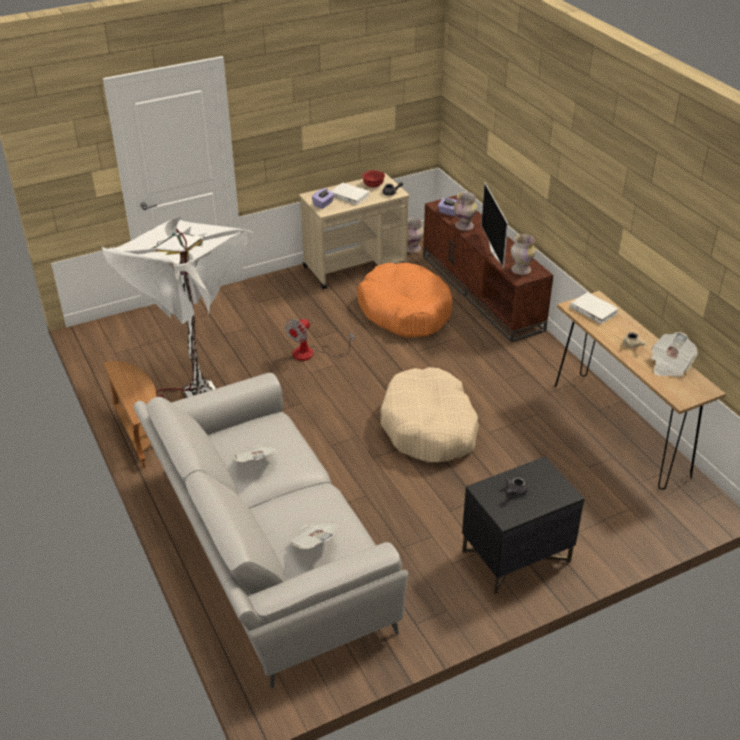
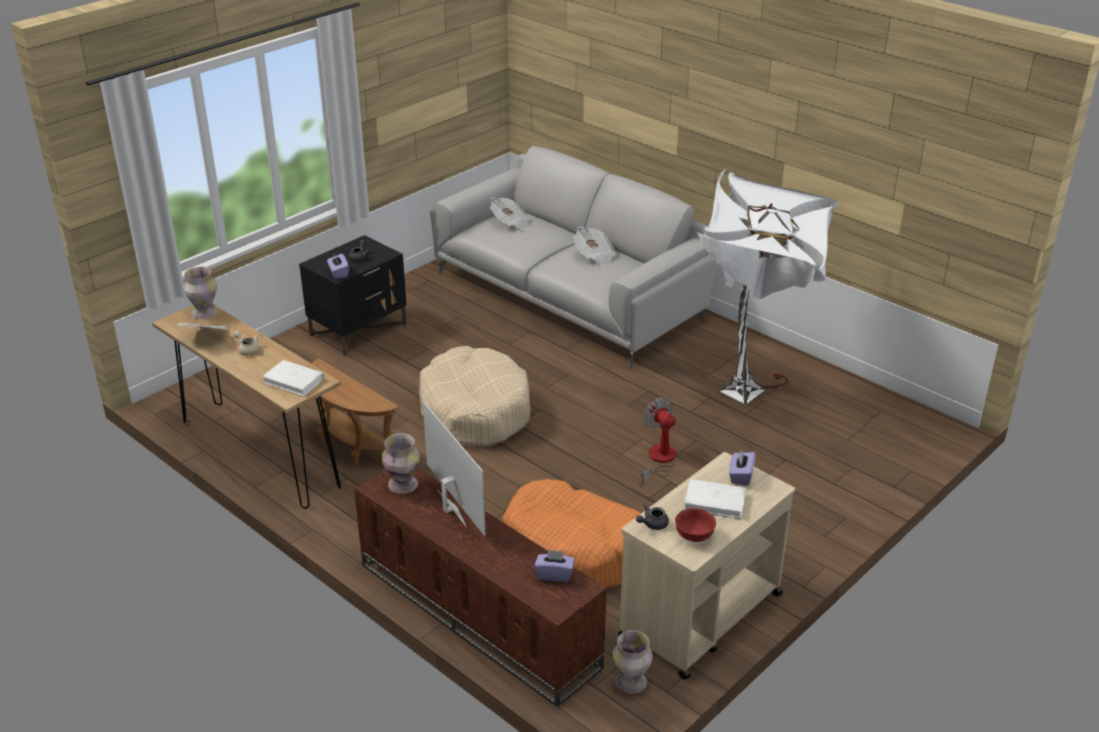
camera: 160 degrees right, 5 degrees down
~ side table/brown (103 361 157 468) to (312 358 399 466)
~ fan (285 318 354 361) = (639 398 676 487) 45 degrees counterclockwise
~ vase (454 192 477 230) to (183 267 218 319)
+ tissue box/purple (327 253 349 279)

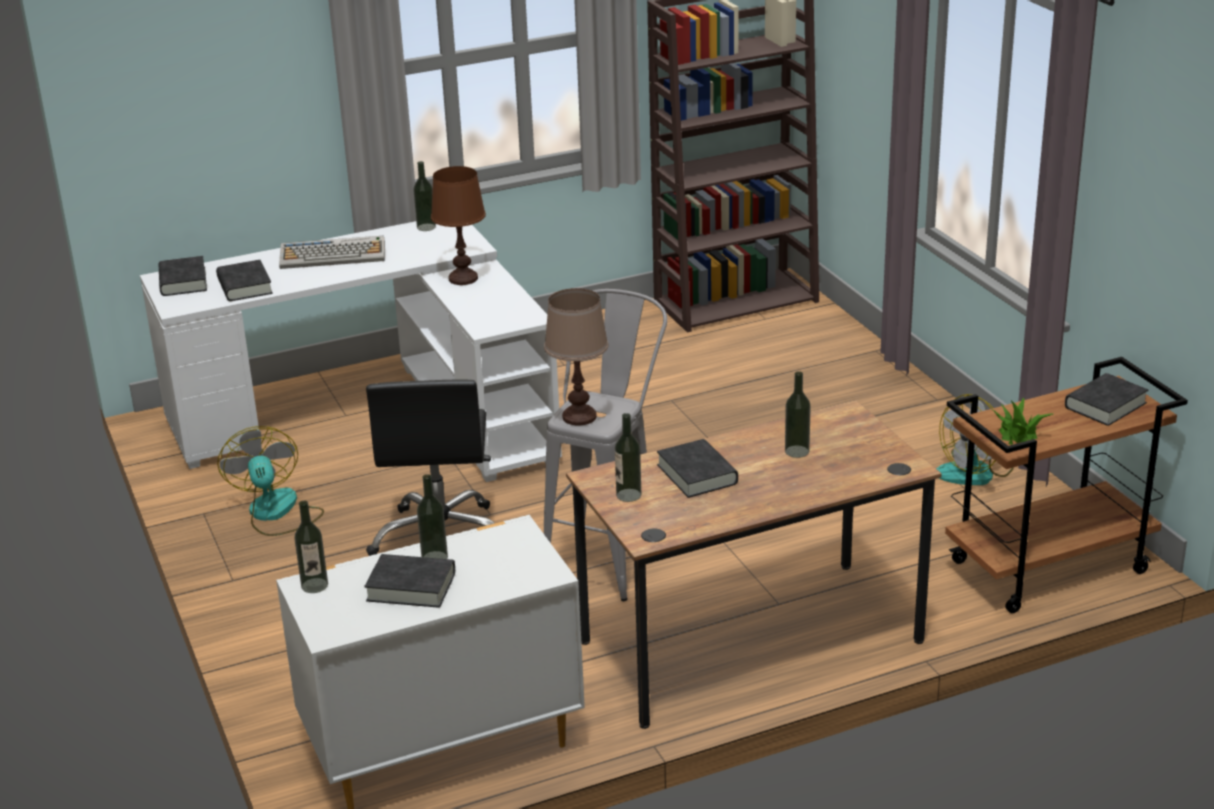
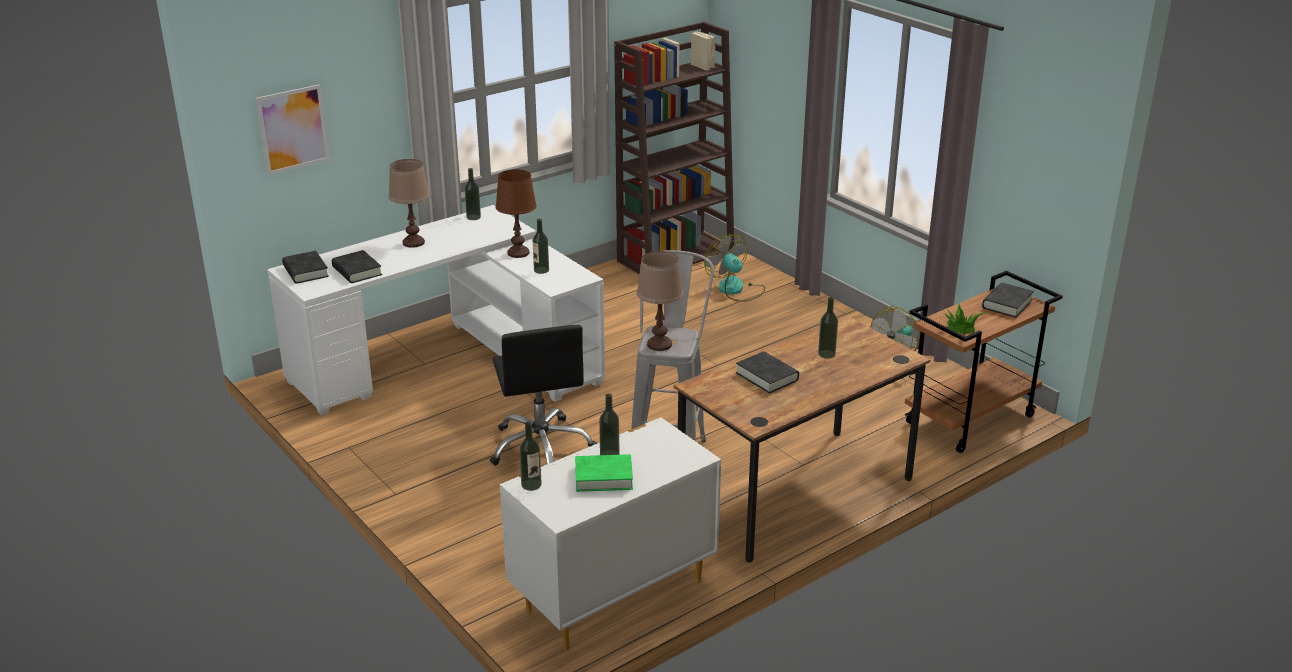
camera: 15 degrees left, 0 degrees up
~ fan (217 426 324 536) to (704 235 765 302)
~ keyboard (279 236 385 269) to table lamp/brown (389 159 430 248)
~ book/black (364 554 455 608) to book/green (575 454 633 492)
~ bottle (615 413 641 502) to (533 219 549 274)
+ picture (256 84 330 175)

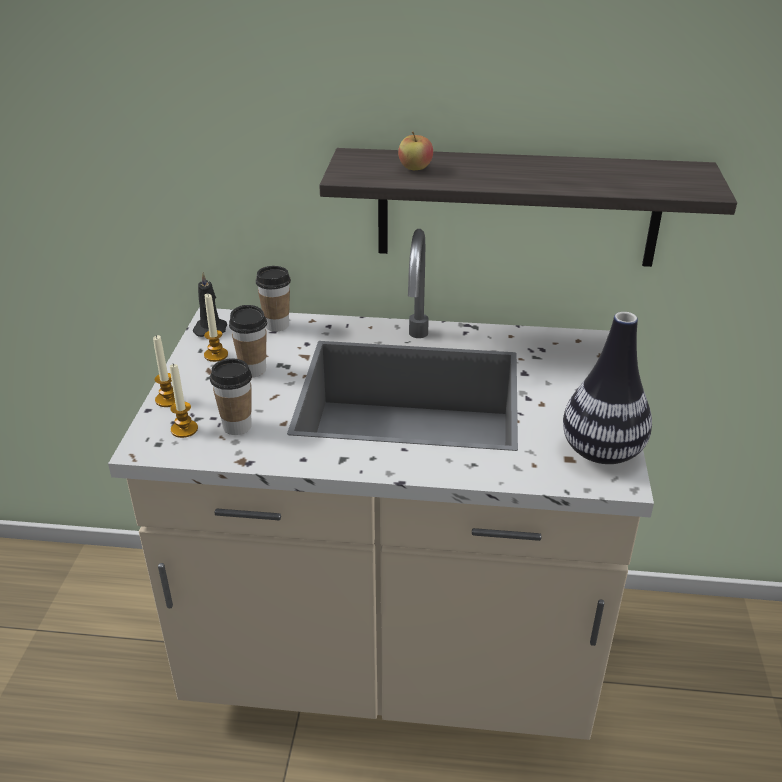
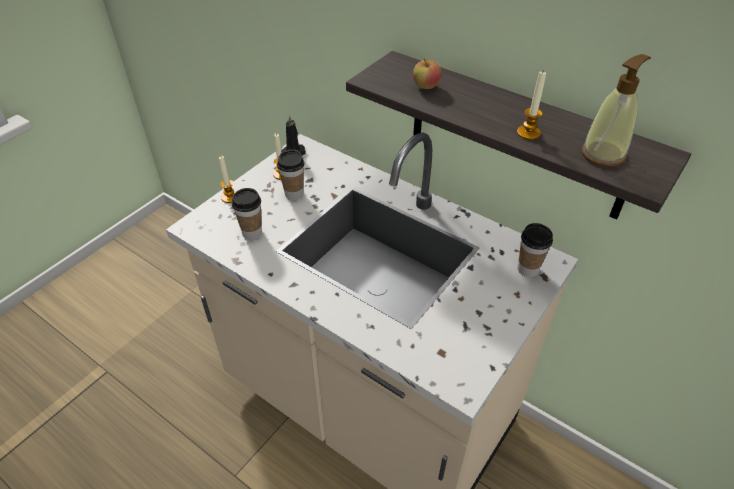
camera: 30 degrees right, 10 degrees up
~ candle (170 364 198 438) to (517 72 546 140)
~ cup (256 266 291 332) to (518 223 553 277)
- vase (563 312 652 464)
+ soap dispenser (582 54 651 167)

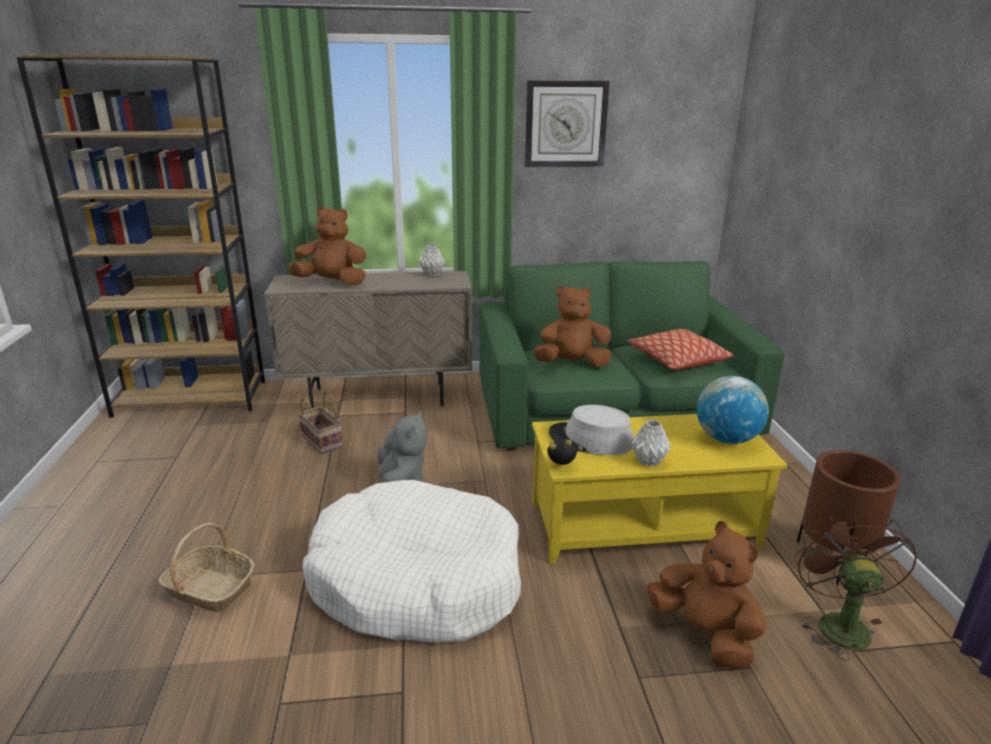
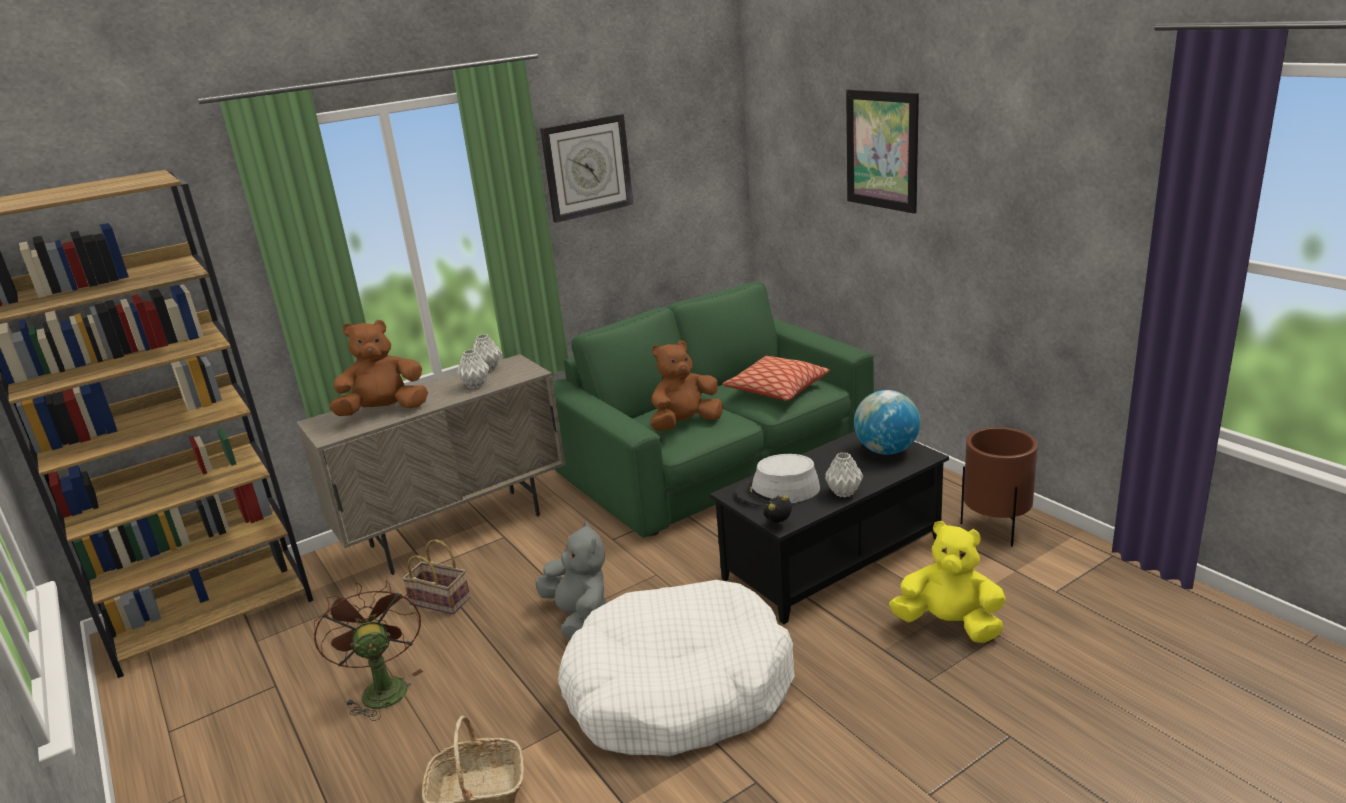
camera: 25 degrees left, 0 degrees up
~ coffee table/yellow (532 414 788 564) to coffee table/black (710 431 949 624)
~ plush toy/brown (647 521 765 668) to plush toy/yellow (889 521 1006 643)
~ fan/brown (794 511 918 661) to (314 580 423 721)
+ vase/grey (456 350 489 389)
+ picture (846 89 919 214)

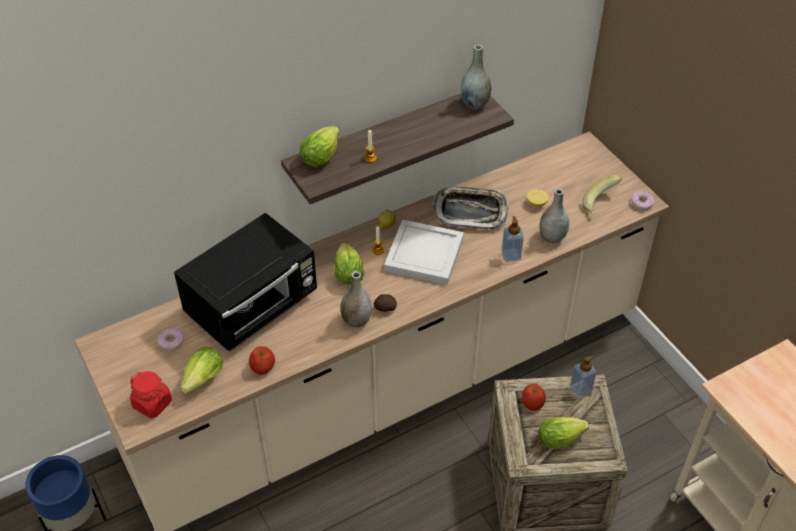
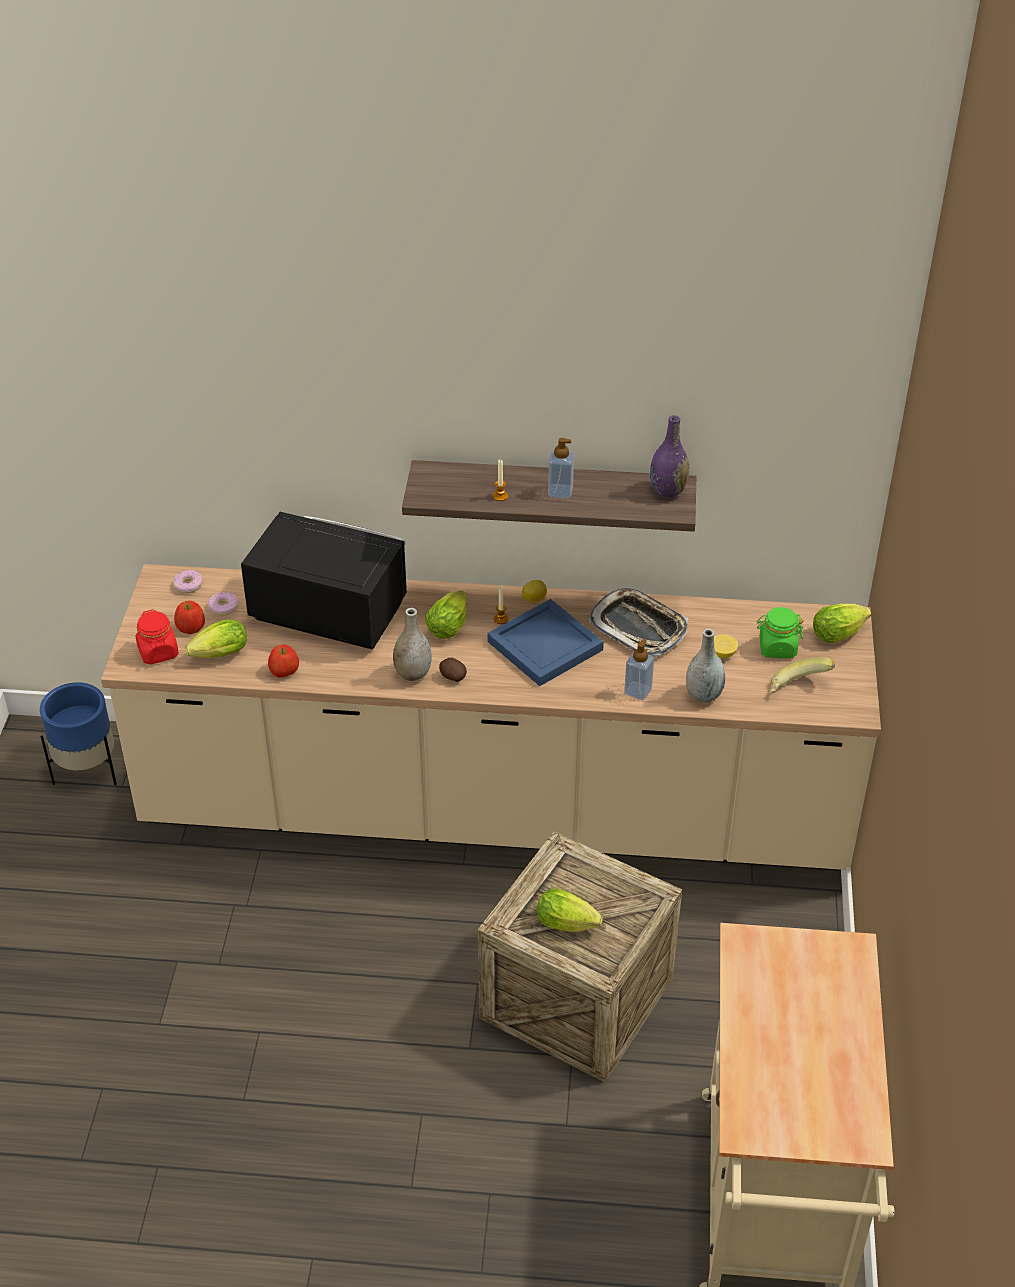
camera: 35 degrees right, 5 degrees down
~ microwave/black (174 213 317 352) = (241 512 407 650) 150 degrees counterclockwise
~ lettuce (300 126 339 167) to (813 604 871 643)
~ tray/white (384 220 464 285) to tray/blue (487 599 604 686)
~ vase/grey (461 45 491 110) to vase/purple (650 415 689 498)
~ apple (522 384 546 411) to (174 601 205 634)
~ soap dispenser (570 356 597 397) to (548 438 574 499)
~ donut (631 191 655 210) to (173 570 203 593)
+ jar/green (757 607 803 658)

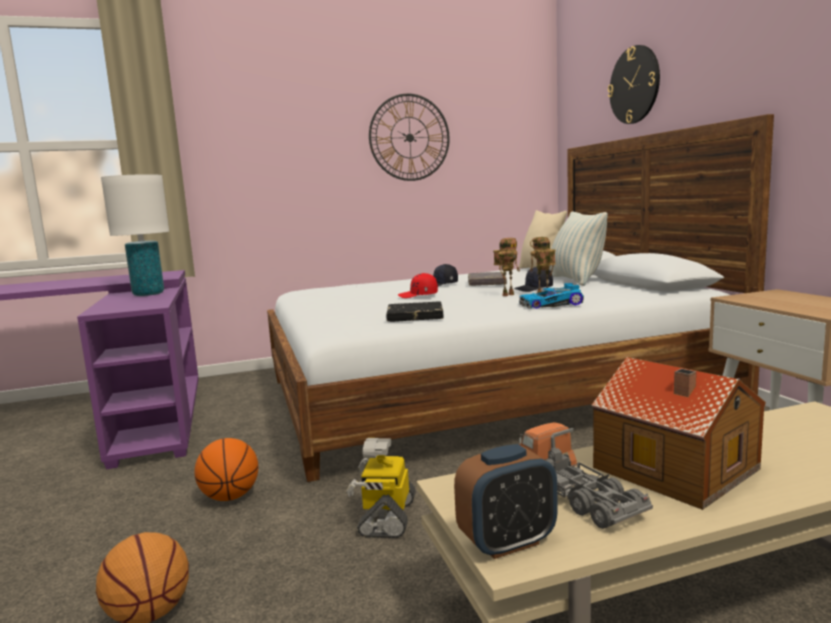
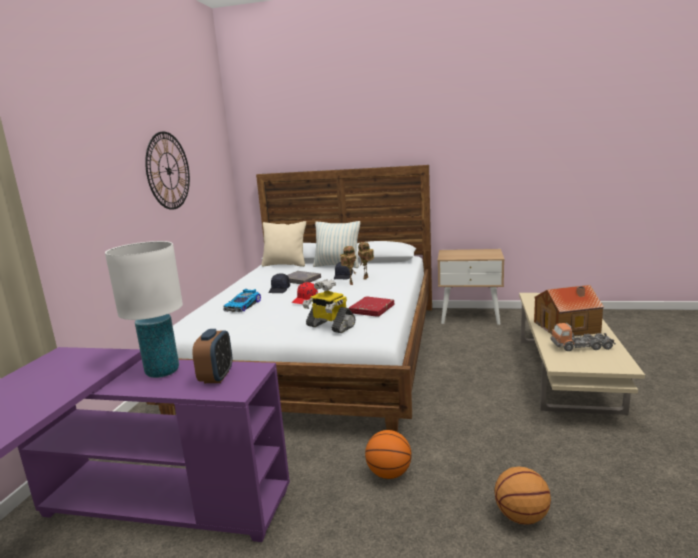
camera: 60 degrees left, 5 degrees up
~ toy robot (346 438 416 538) to (303 279 356 333)
~ book/black (386 302 444 322) to book/red (349 296 394 317)
~ alarm clock (454 444 558 559) to (192 329 232 383)
~ toy car (519 283 584 309) to (223 289 261 312)
- wall clock (608 45 660 124)

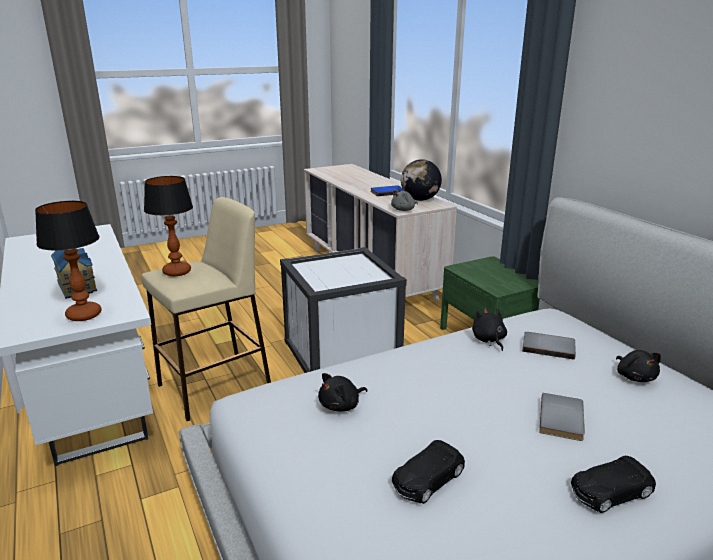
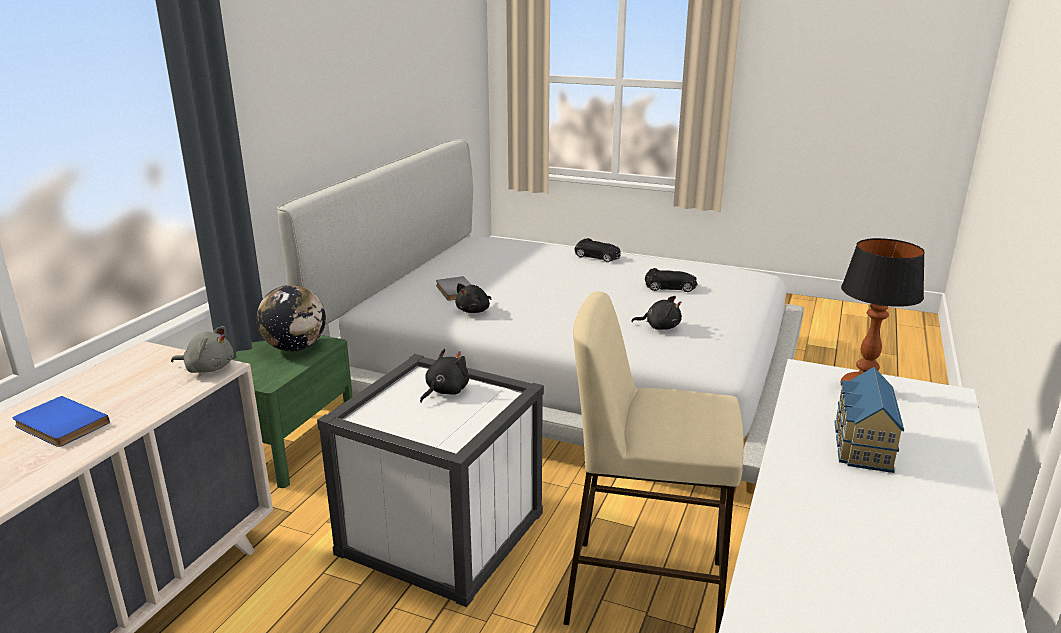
camera: 130 degrees left, 0 degrees up
- table lamp (144 176 193 276)
~ globe (401 159 442 201) to (256 285 326 351)
- book/grey (540 393 585 441)
~ plush toy/black (616 350 661 382) to (420 349 469 403)

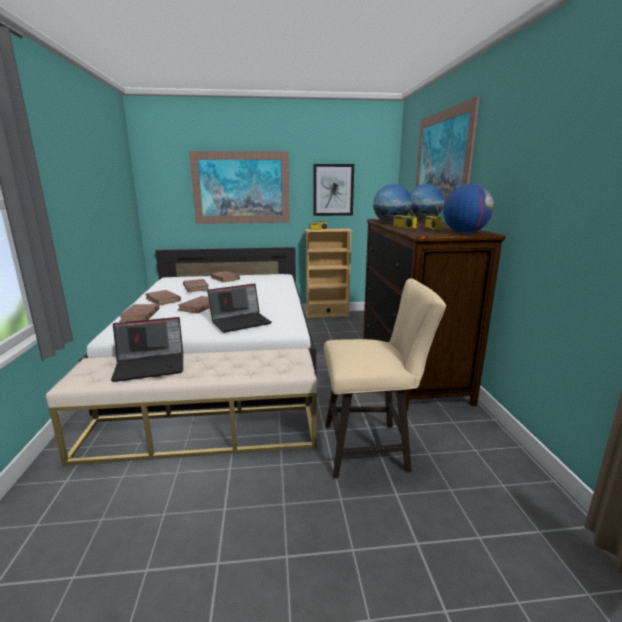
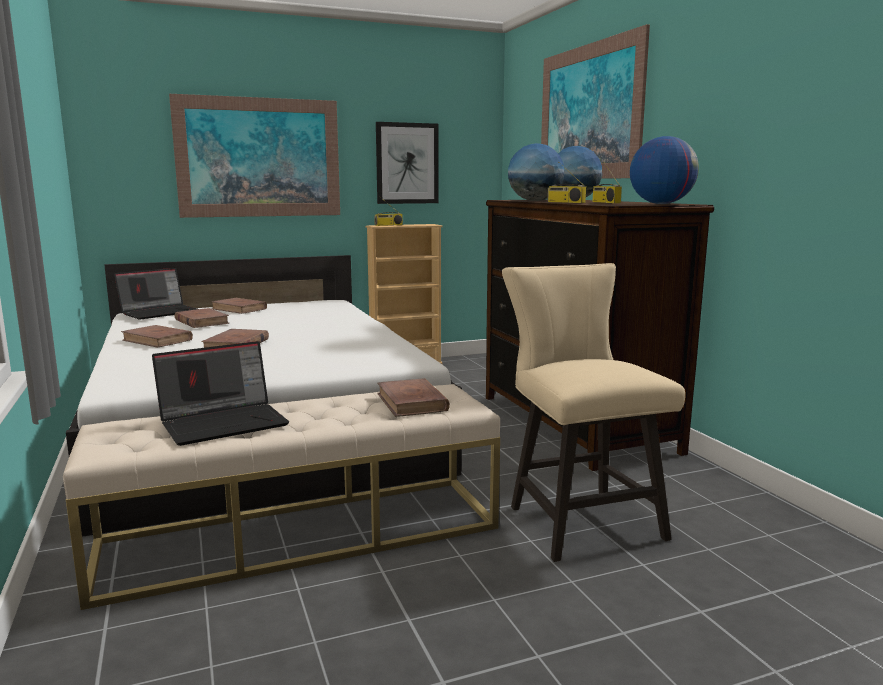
camera: 15 degrees left, 5 degrees down
~ book/brown (119 304 160 322) to (377 378 450 417)
~ laptop (207 283 272 333) to (114 268 197 320)
~ chair/beige (324 279 446 479) = (502 263 685 562) 90 degrees counterclockwise

